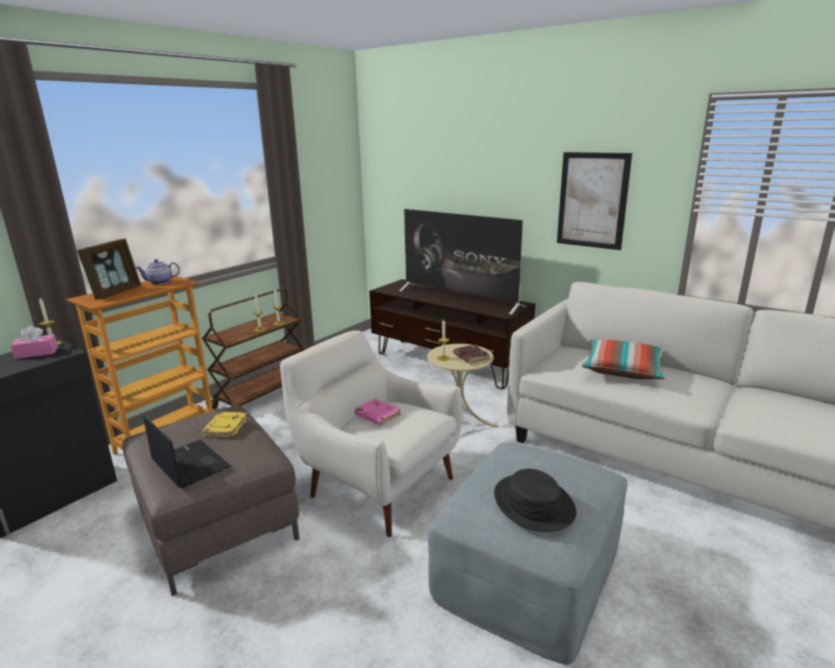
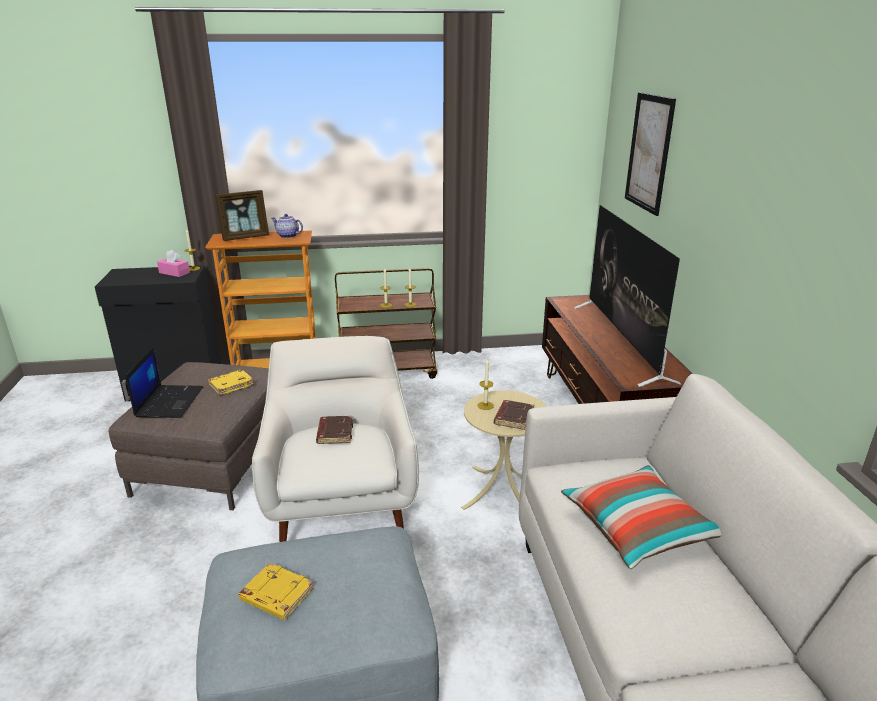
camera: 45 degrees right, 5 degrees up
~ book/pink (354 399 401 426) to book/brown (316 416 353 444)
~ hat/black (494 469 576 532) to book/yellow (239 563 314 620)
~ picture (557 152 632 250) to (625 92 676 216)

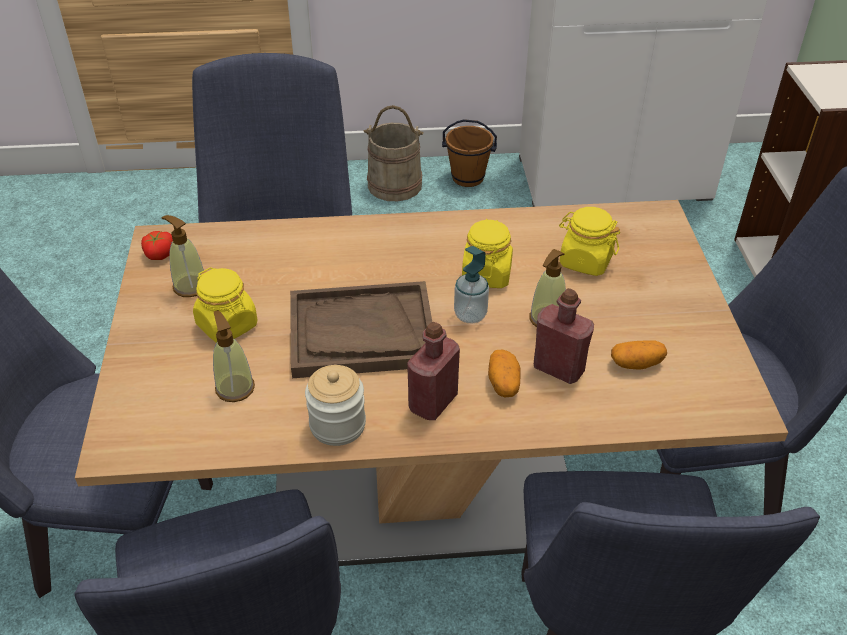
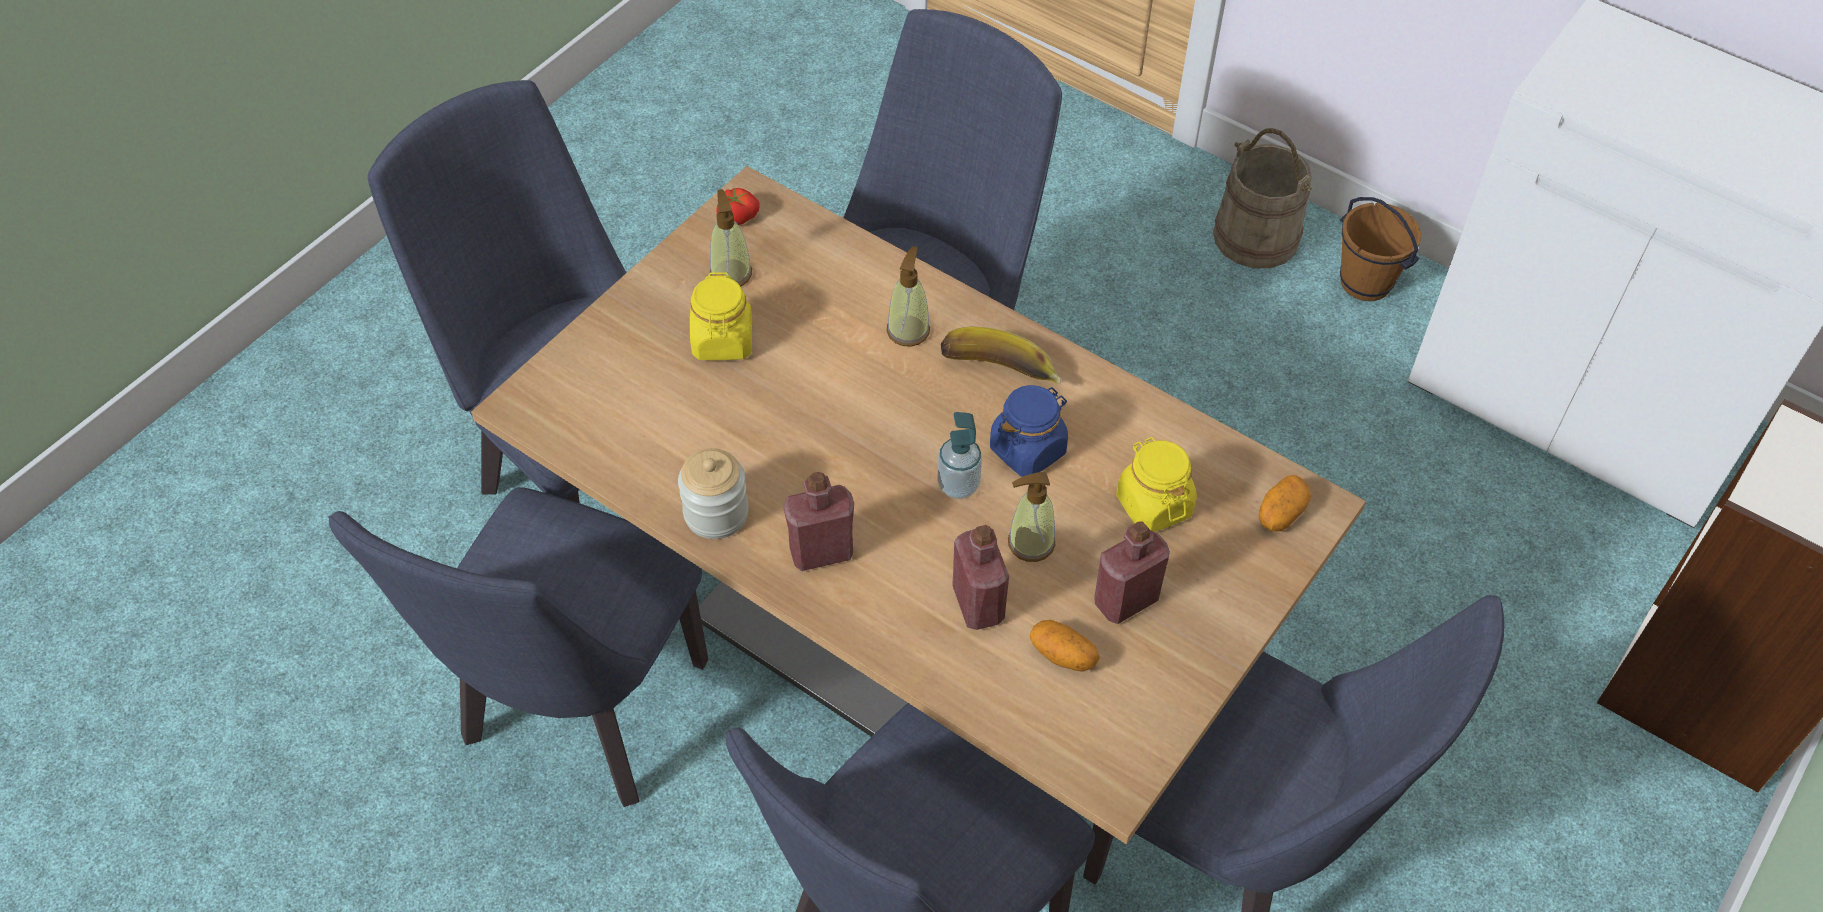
camera: 40 degrees right, 10 degrees up
~ soap dispenser (213 310 255 402) to (887 246 930 347)
- tray/brown (290 281 432 378)
~ jar/yellow (462 219 513 288) to jar/blue (990 385 1068 477)
~ potato (488 350 521 397) to (1258 475 1311 532)
+ banana (941 327 1063 384)
+ bottle/red (1095 521 1170 624)

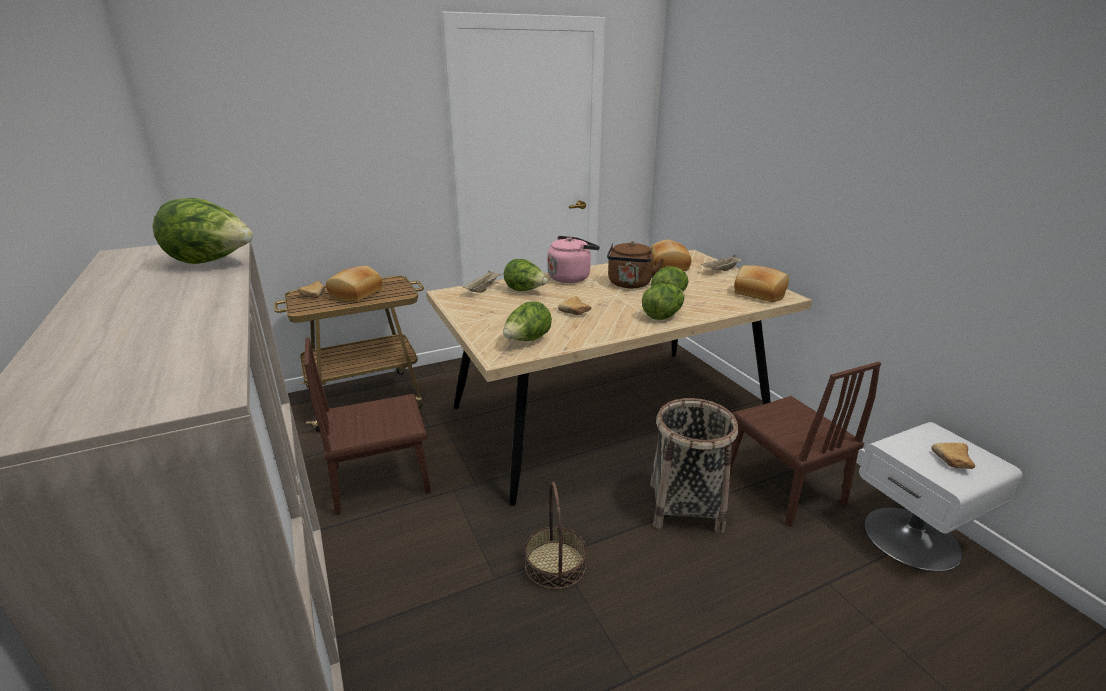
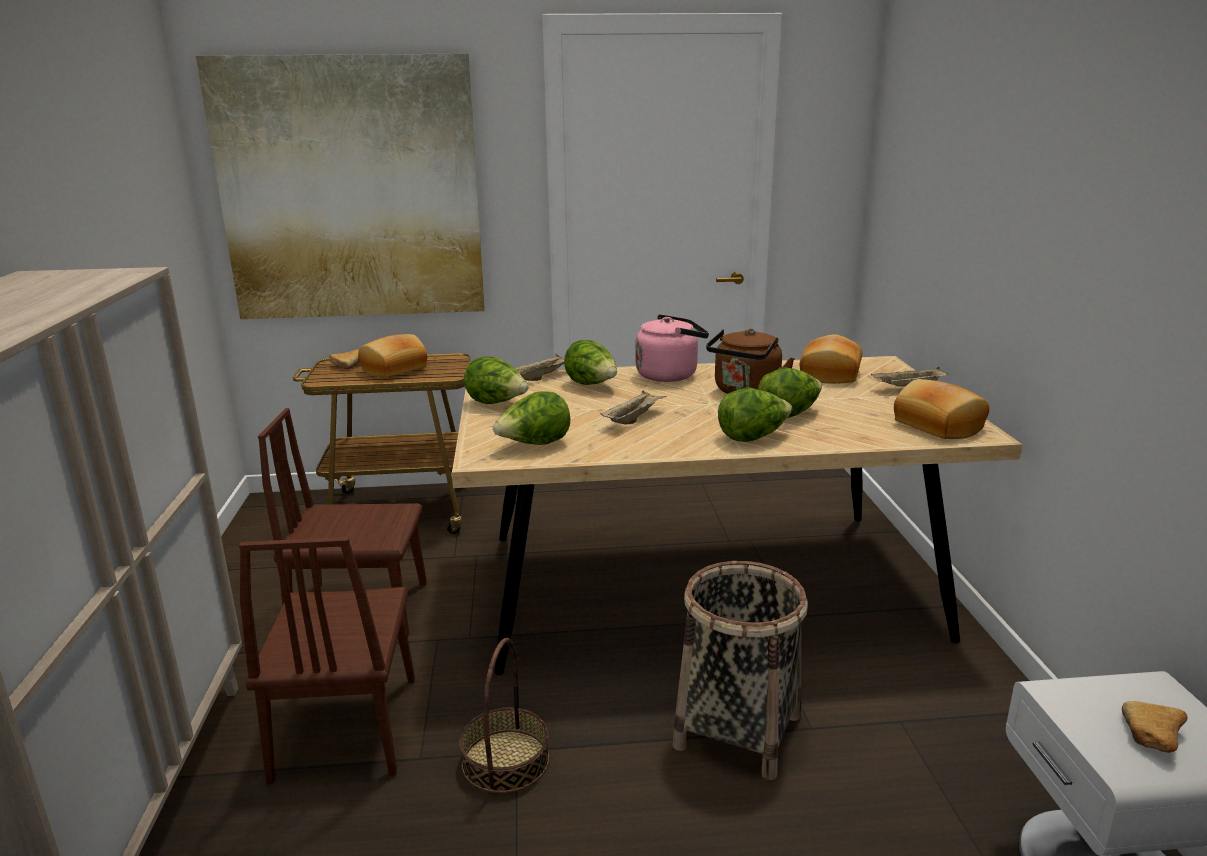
camera: 20 degrees right, 5 degrees down
~ lettuce (153 198 253 264) to (464 357 529 404)
~ bread (558 296 592 315) to tray/beige (600 390 666 425)
~ chair/brown (730 362 881 527) to (239 537 415 784)
+ picture (196 54 485 319)

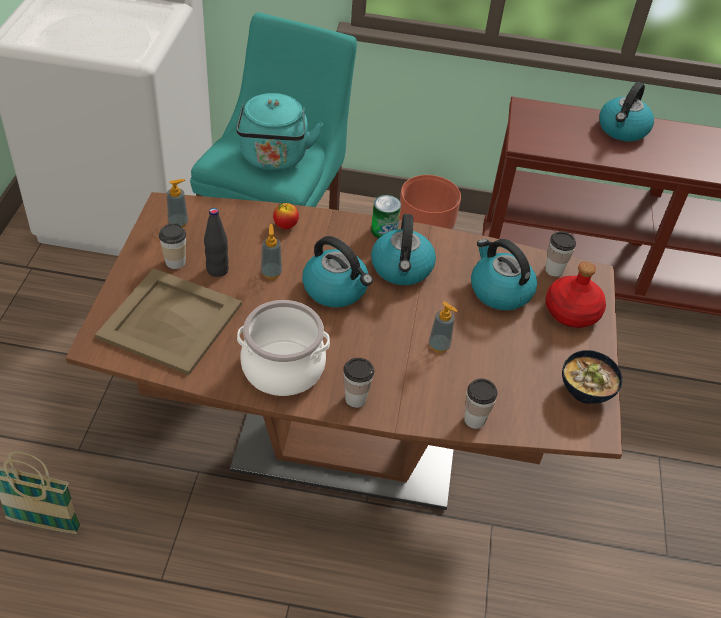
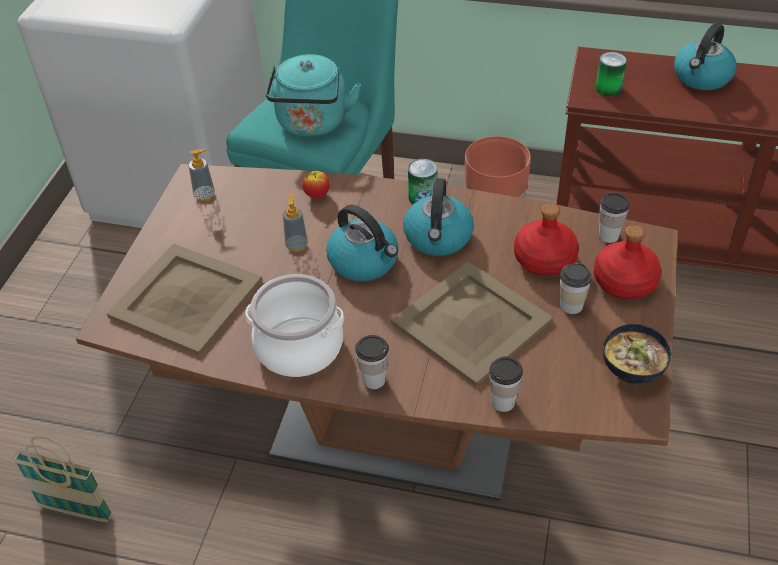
camera: 10 degrees right, 0 degrees up
~ cup (159 224 186 269) to (560 263 592 314)
- bottle/black (204 208 229 277)
~ soap dispenser (429 301 457 353) to tray/beige (391 261 553 386)
~ kettle (471 239 537 310) to bottle/red (514 203 579 276)
+ can (595 52 627 96)

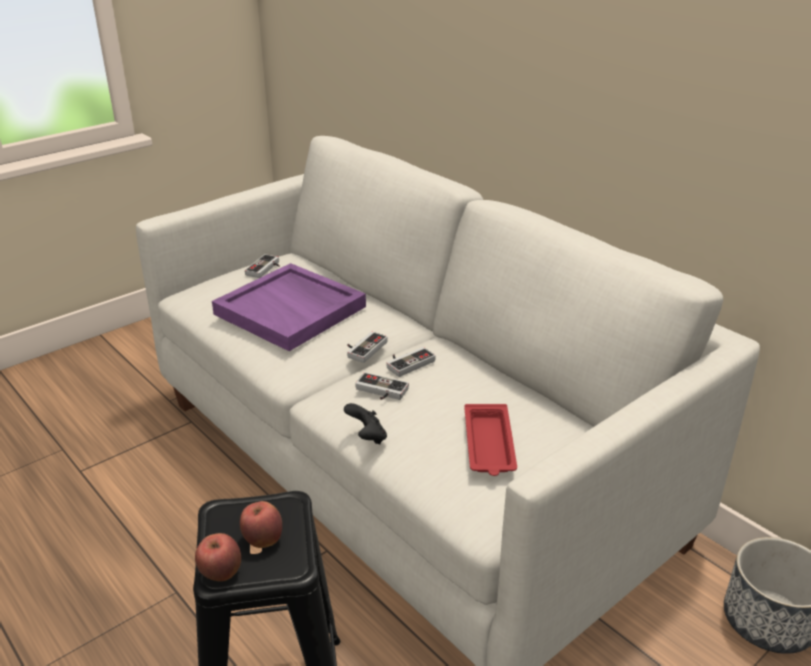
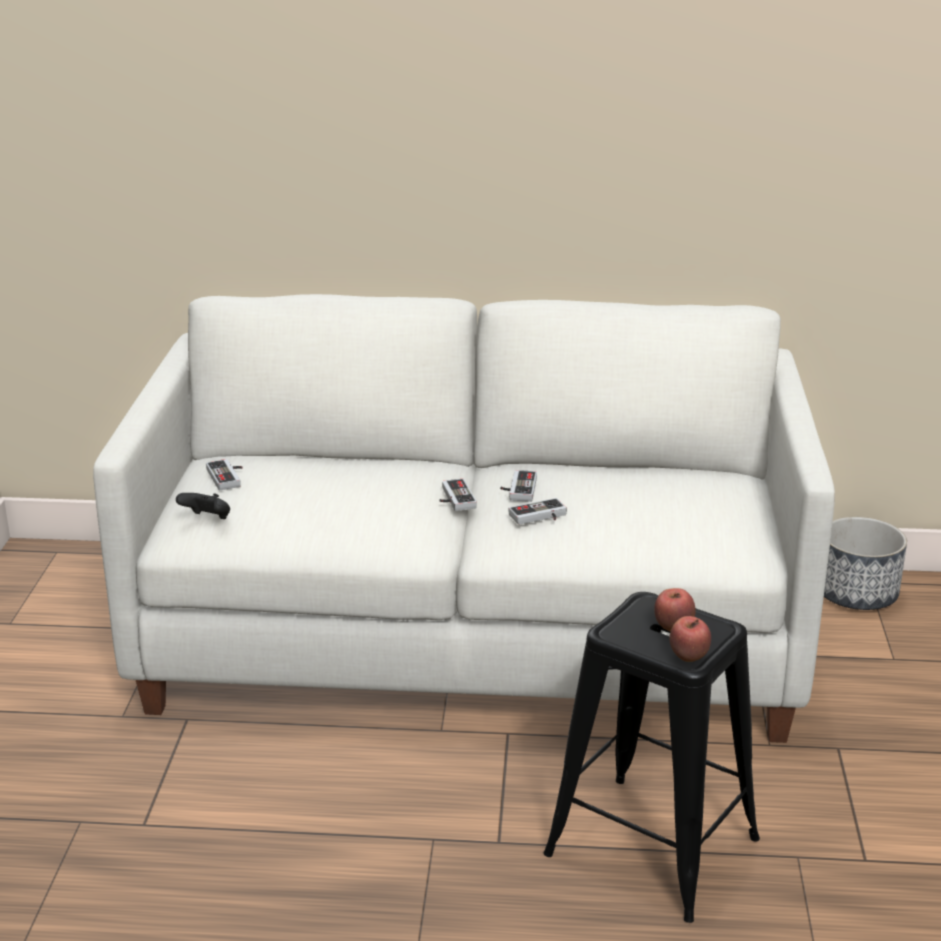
camera: 45 degrees left, 5 degrees down
- tray/purple (212 263 366 351)
~ game controller/black (344 403 387 444) to (176 493 230 519)
- tray/red (464 404 517 476)

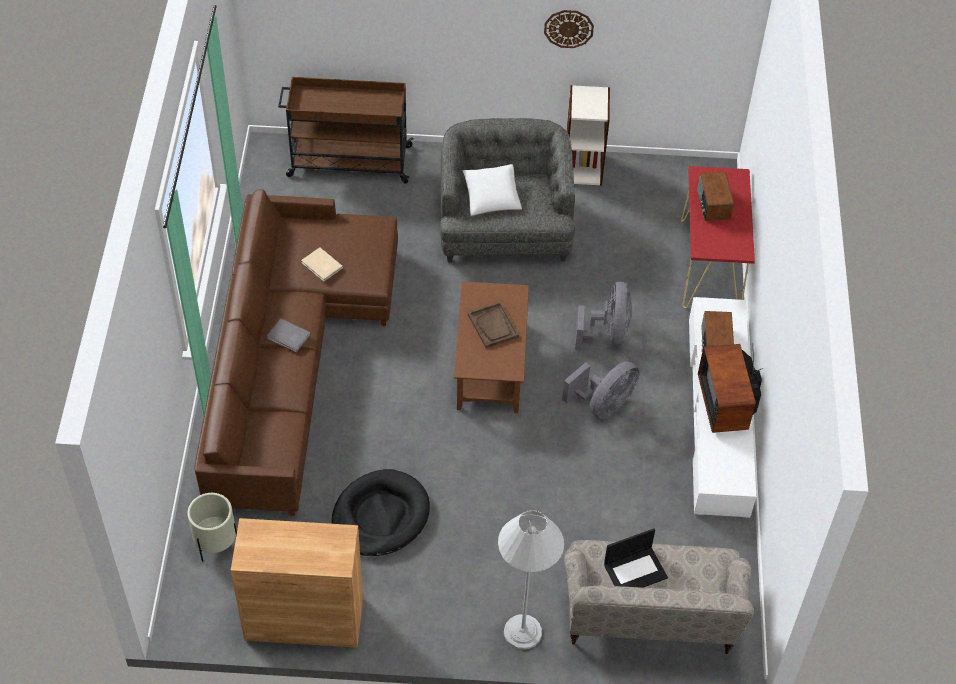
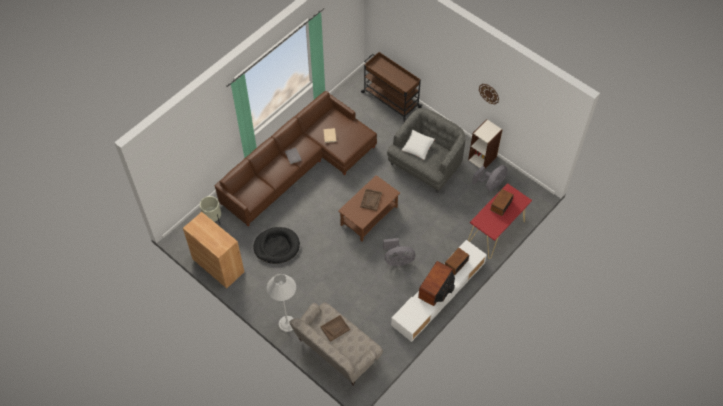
camera: 40 degrees right, 5 degrees up
~ fan/grey (575 282 632 350) to (472 165 508 191)
~ laptop (604 529 668 588) to tray/brown (320 315 350 342)

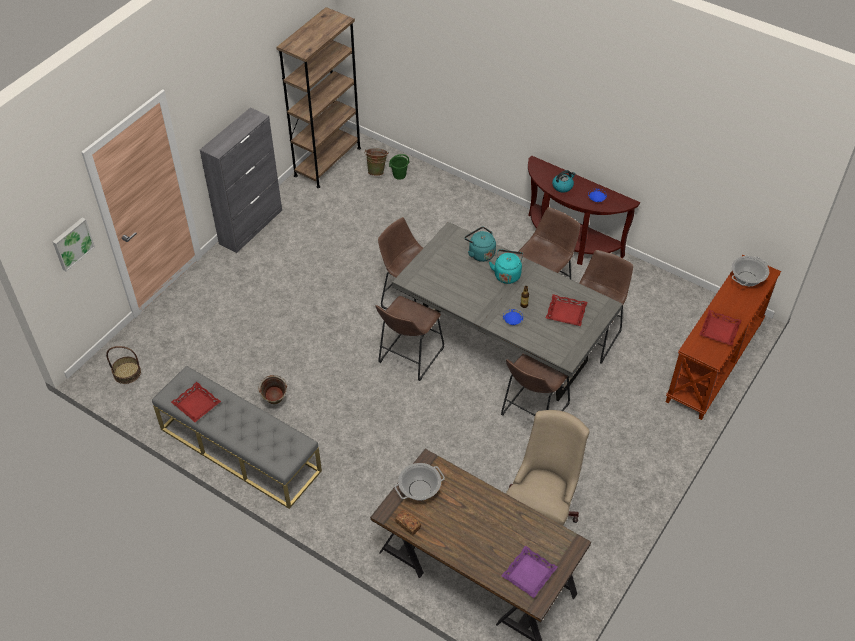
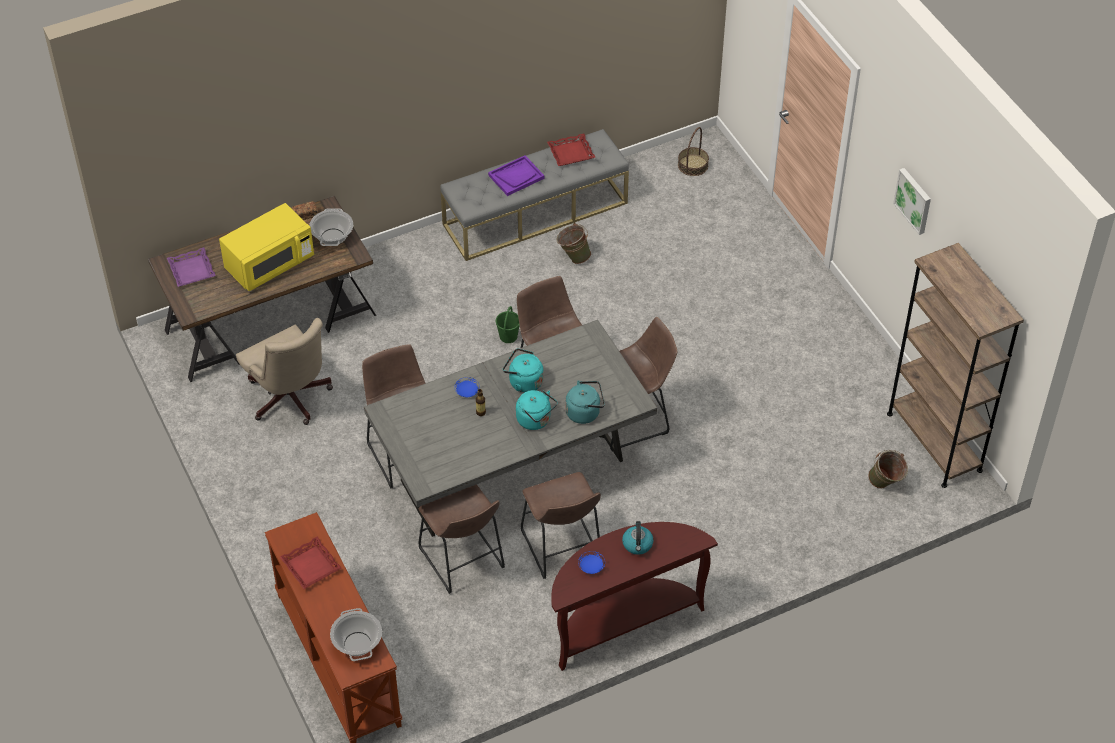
camera: 120 degrees right, 0 degrees up
~ picture (53 217 95 272) to (893 168 931 235)
- cabinet/grey (200 107 282 253)
~ bucket/green (389 154 409 180) to (496 306 520 343)
- tray/red (546 294 587 326)
+ microwave/yellow (219 203 314 291)
+ tray/purple (488 155 544 196)
+ kettle/turquoise (503 348 544 393)

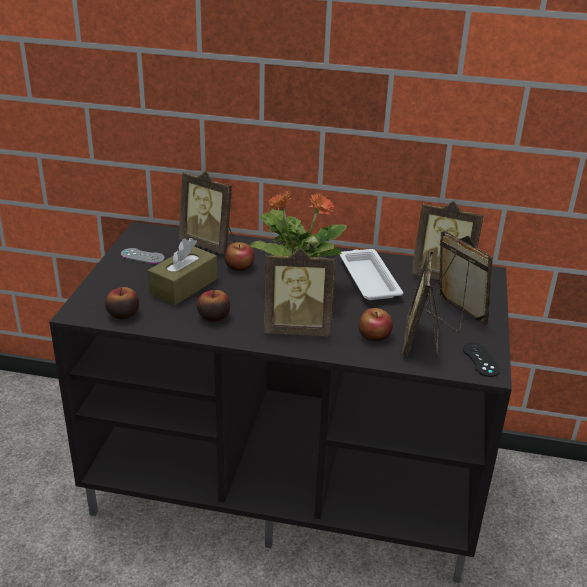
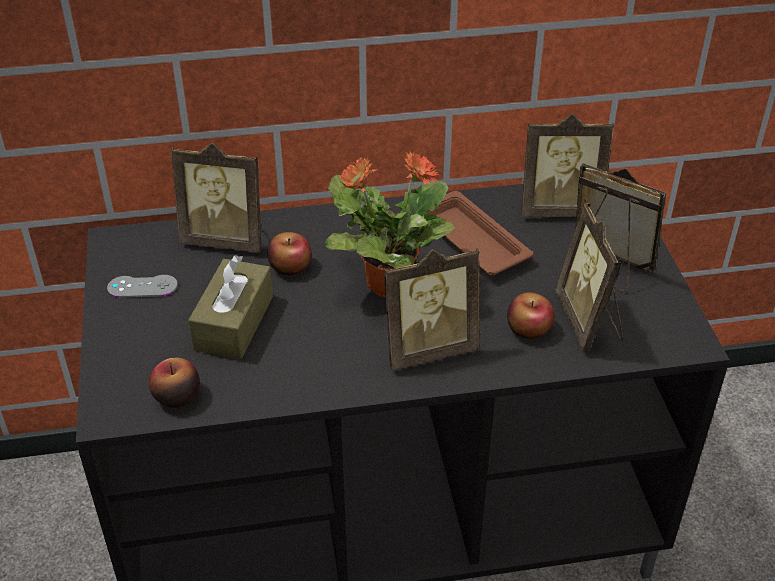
camera: 20 degrees left, 10 degrees up
- apple (197 290 230 322)
~ tray/white (340 249 403 300) to tray/brown (426 191 533 276)
- game controller/black (463 343 501 377)

